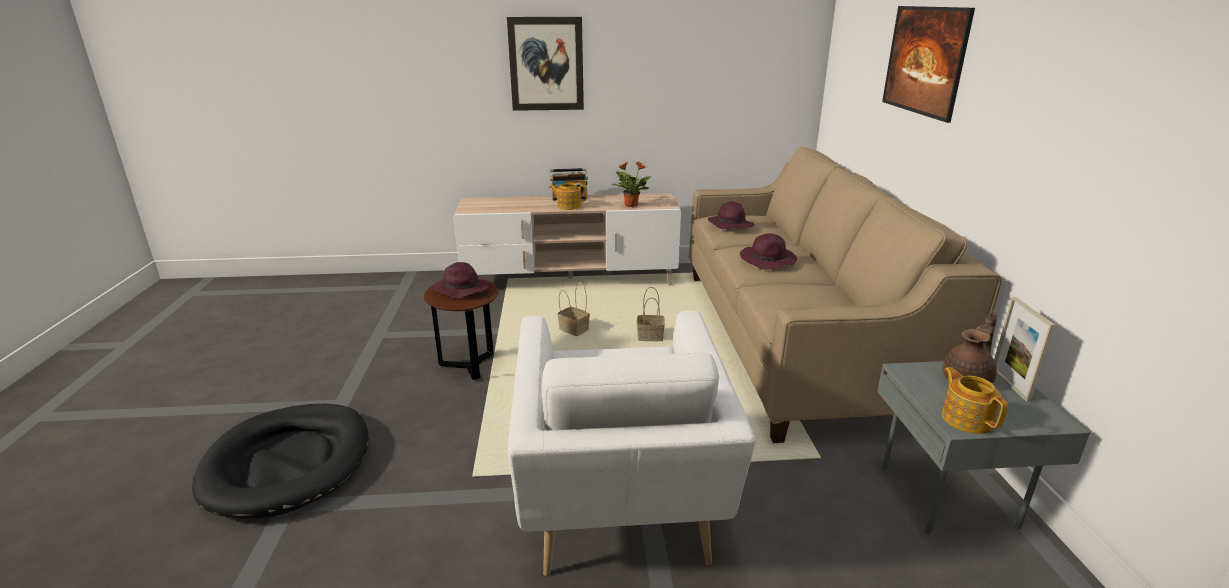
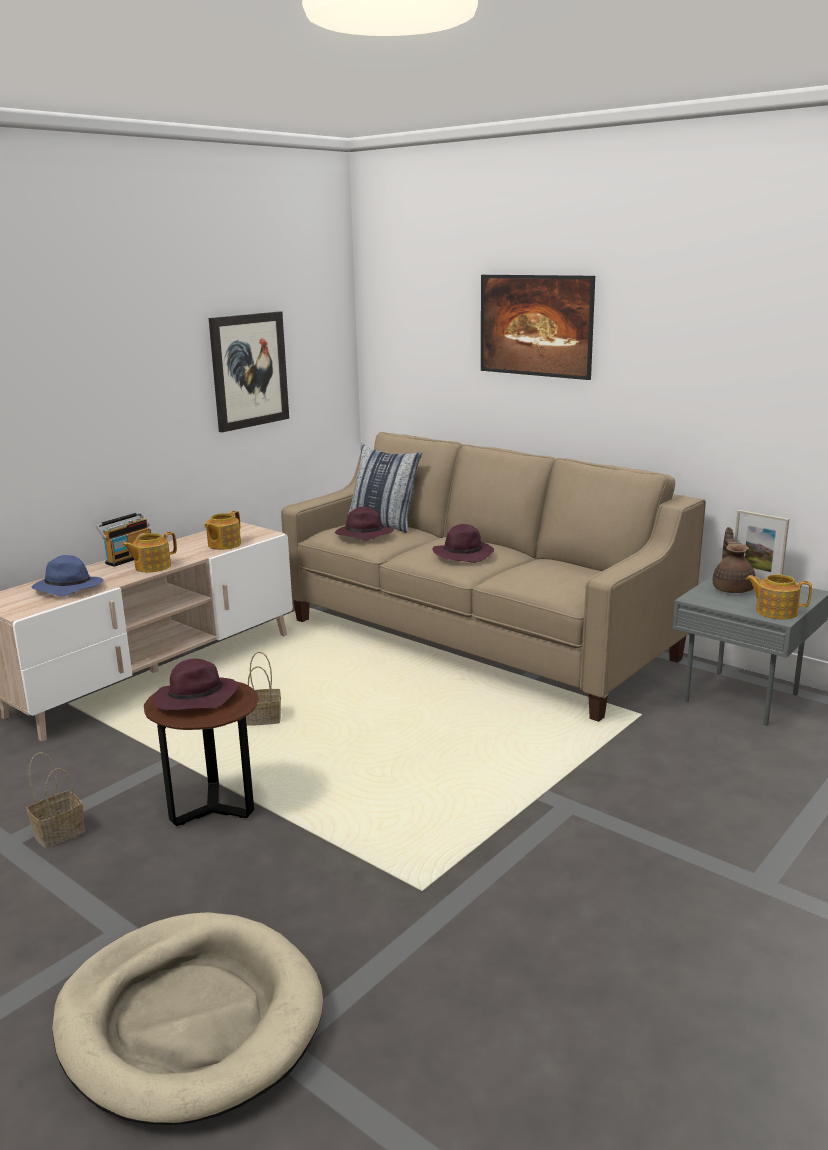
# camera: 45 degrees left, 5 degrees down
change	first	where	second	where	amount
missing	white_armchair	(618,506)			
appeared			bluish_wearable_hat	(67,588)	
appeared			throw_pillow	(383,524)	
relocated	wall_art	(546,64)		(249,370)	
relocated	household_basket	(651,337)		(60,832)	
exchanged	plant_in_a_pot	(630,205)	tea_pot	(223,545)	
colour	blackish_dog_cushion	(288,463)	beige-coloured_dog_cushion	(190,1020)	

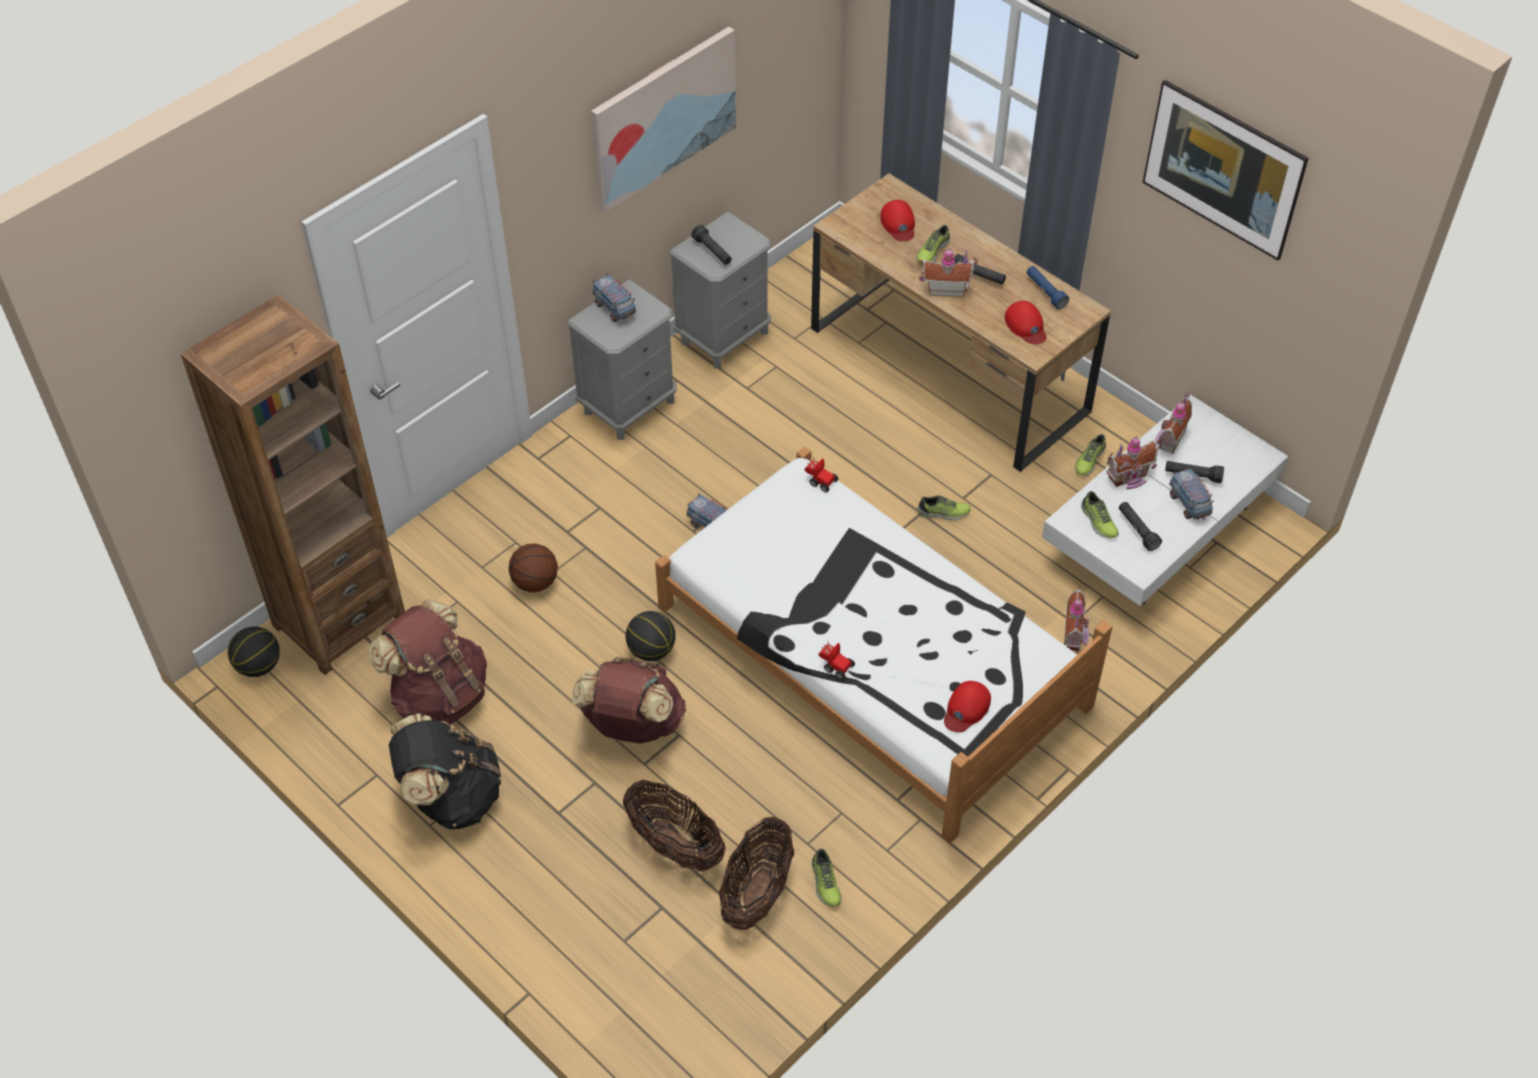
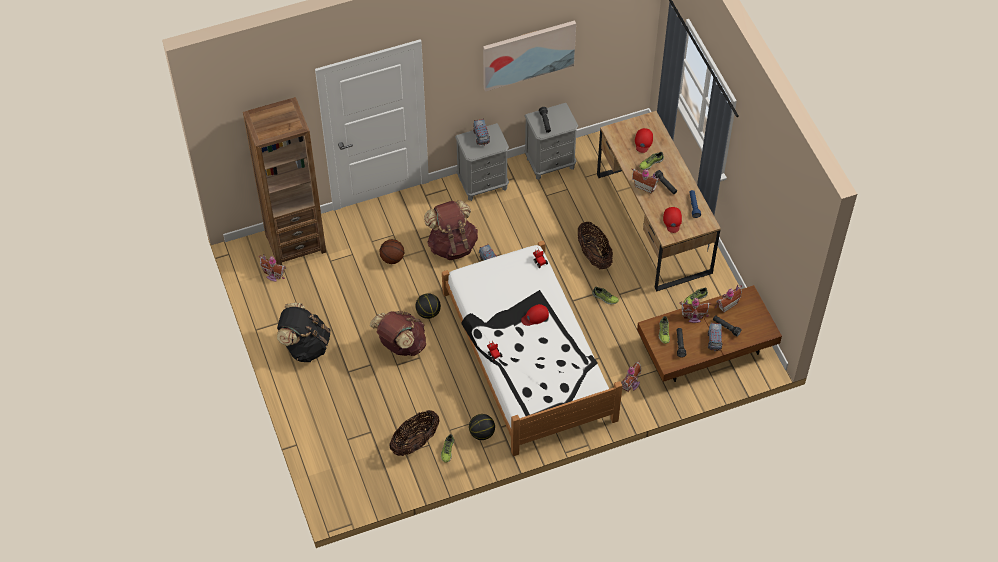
# camera: 25 degrees right, 5 degrees up
change	first	where	second	where	amount
missing	wall_art	(1217,194)			
appeared			toy_house	(273,275)	
relocated	ball_for_basketball	(259,666)		(482,433)	
relocated	brown_rucksack	(439,694)		(452,245)	
relocated	household_basket	(675,845)		(594,255)	
relocated	red_peaked_cap	(966,709)		(535,316)	
colour	white_lounge_table	(1157,529)	brown_lounge_table	(706,347)	

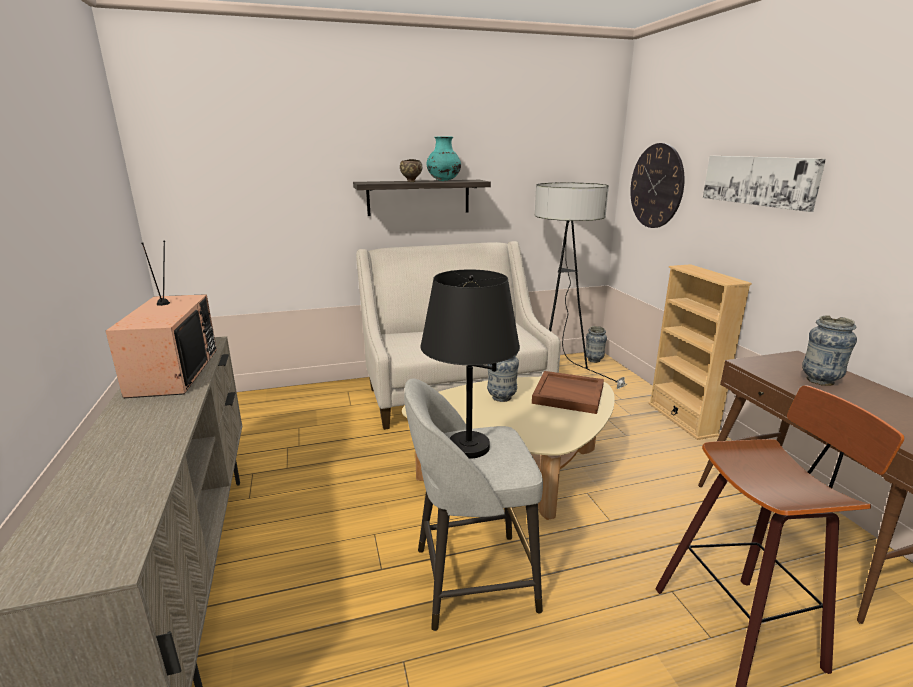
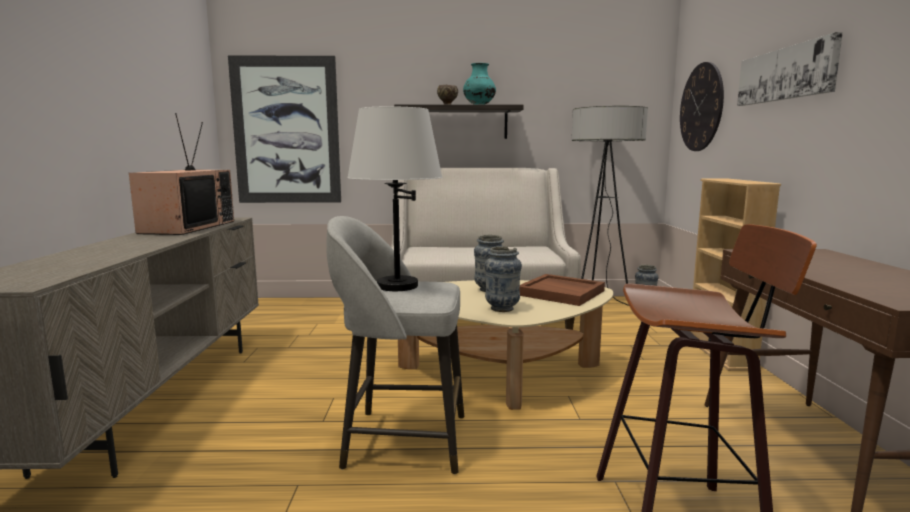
# camera: 15 degrees right, 10 degrees down
change	first	where	second	where	amount
appeared			wall_art	(286,131)	
relocated	vase	(820,381)		(502,309)	
colour	blackish_table_lamp	(468,447)	white_table_lamp	(396,286)	

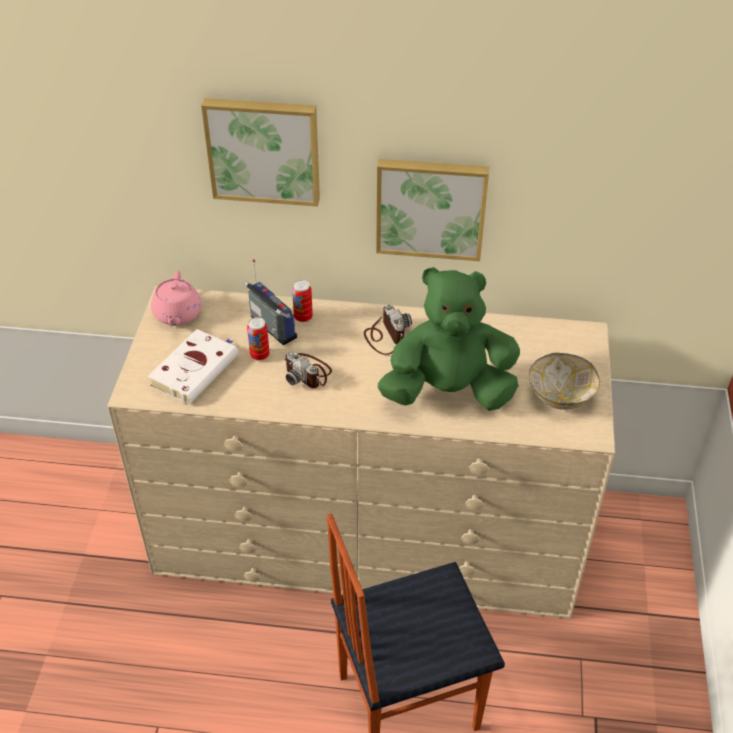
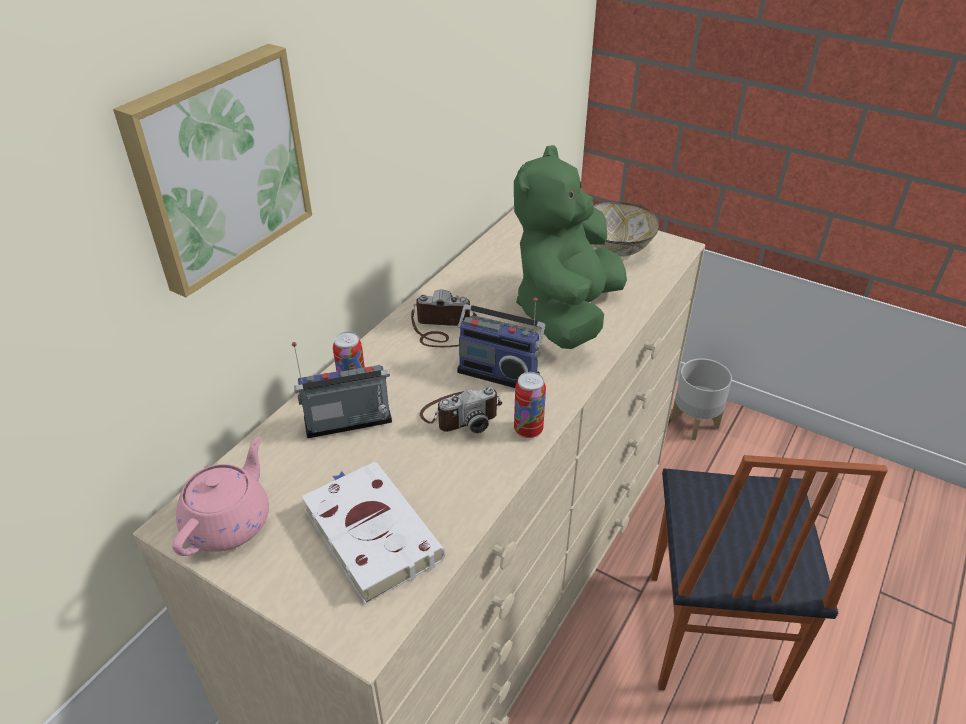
# camera: 65 degrees left, 5 degrees down
change	first	where	second	where	amount
missing	wall_art	(431,207)			
appeared			radio_receiver	(499,371)	
appeared			greyish_plant_pot	(695,423)	
relocated	can	(260,355)		(528,430)	
spun	pink-coloured_tea_pot	(177,314)		(229,522)	90 degrees counterclockwise

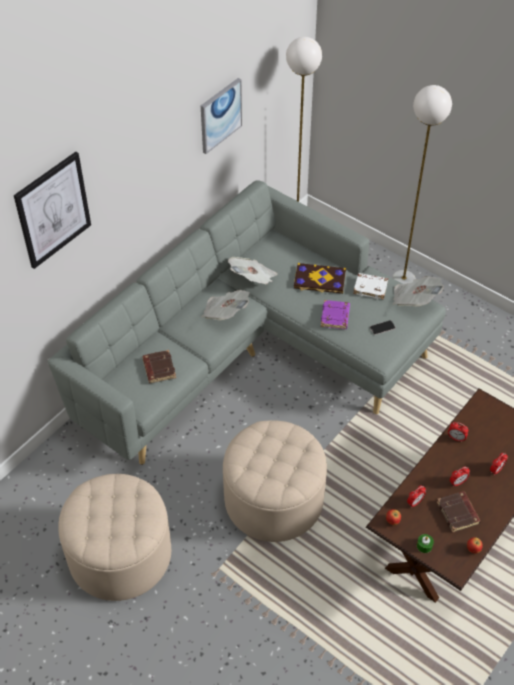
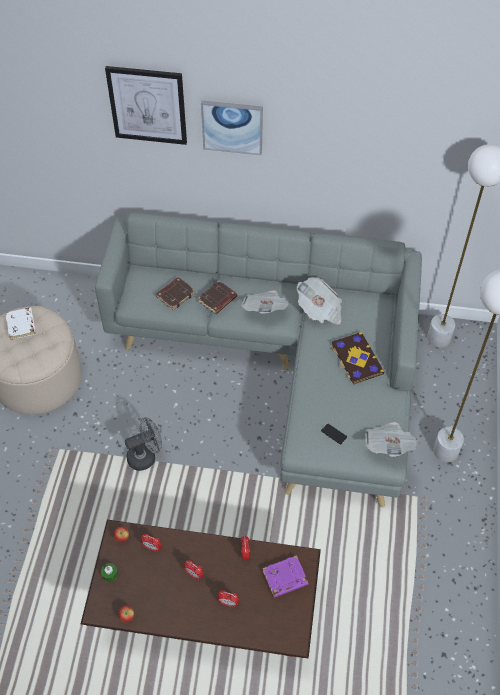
# camera: 60 degrees right, 5 degrees up
change	first	where	second	where	amount
relocated	wall_art	(220,115)		(232,127)	
relocated	purple_volume	(335,317)		(285,578)	
relocated	white_volume	(371,287)		(22,325)	
relocated	brown_volume	(458,513)		(217,300)	
exchanged	beige-coloured_footrest	(273,499)	greyish_cooling_fan	(146,456)	

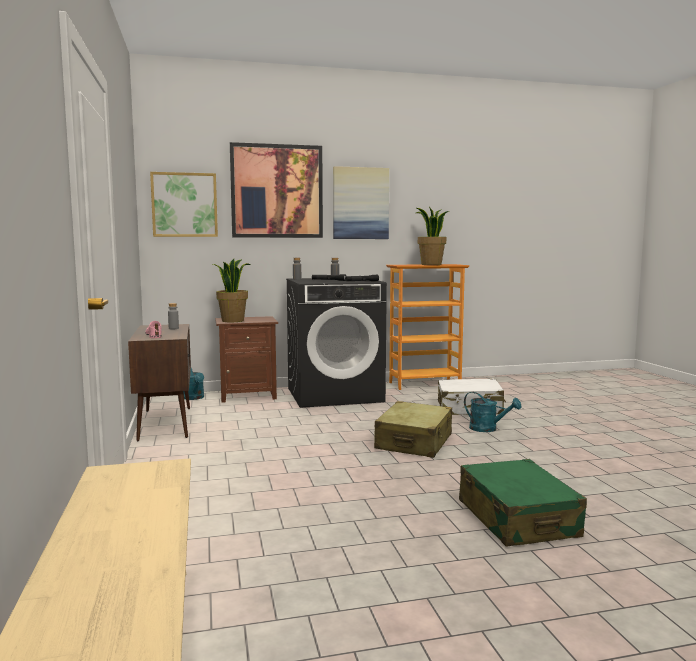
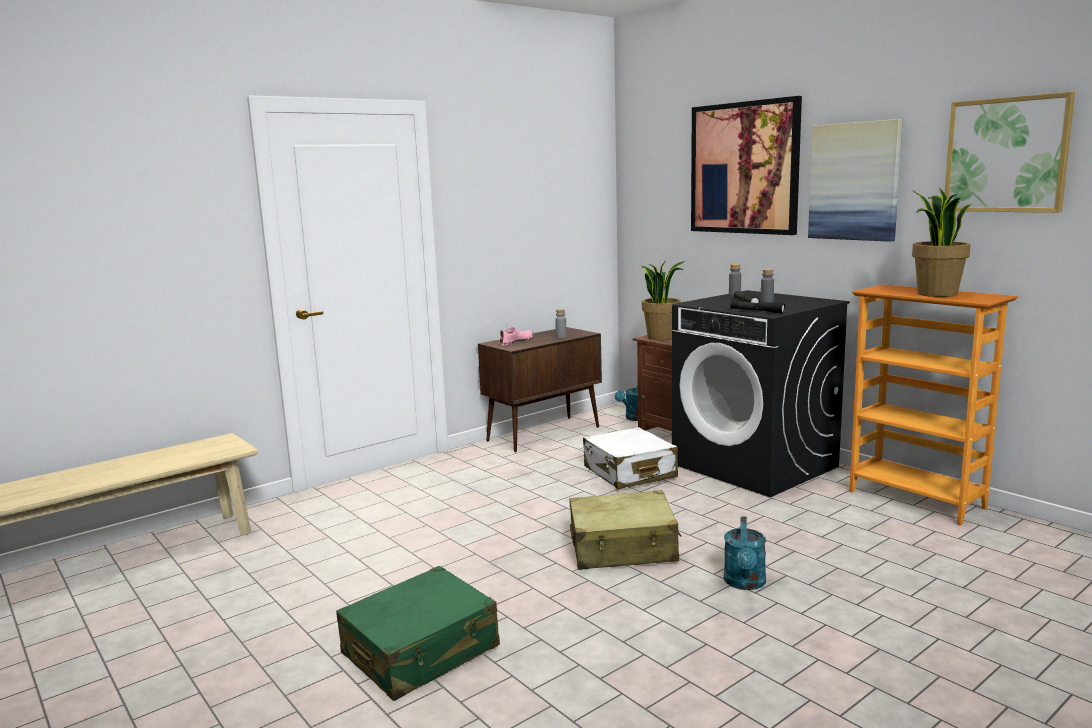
# camera: 65 degrees right, 5 degrees up
change	first	where	second	where	amount
relocated	wall_art	(184,205)		(1006,155)	
relocated	white_piece_of_luggage	(469,408)		(629,473)	

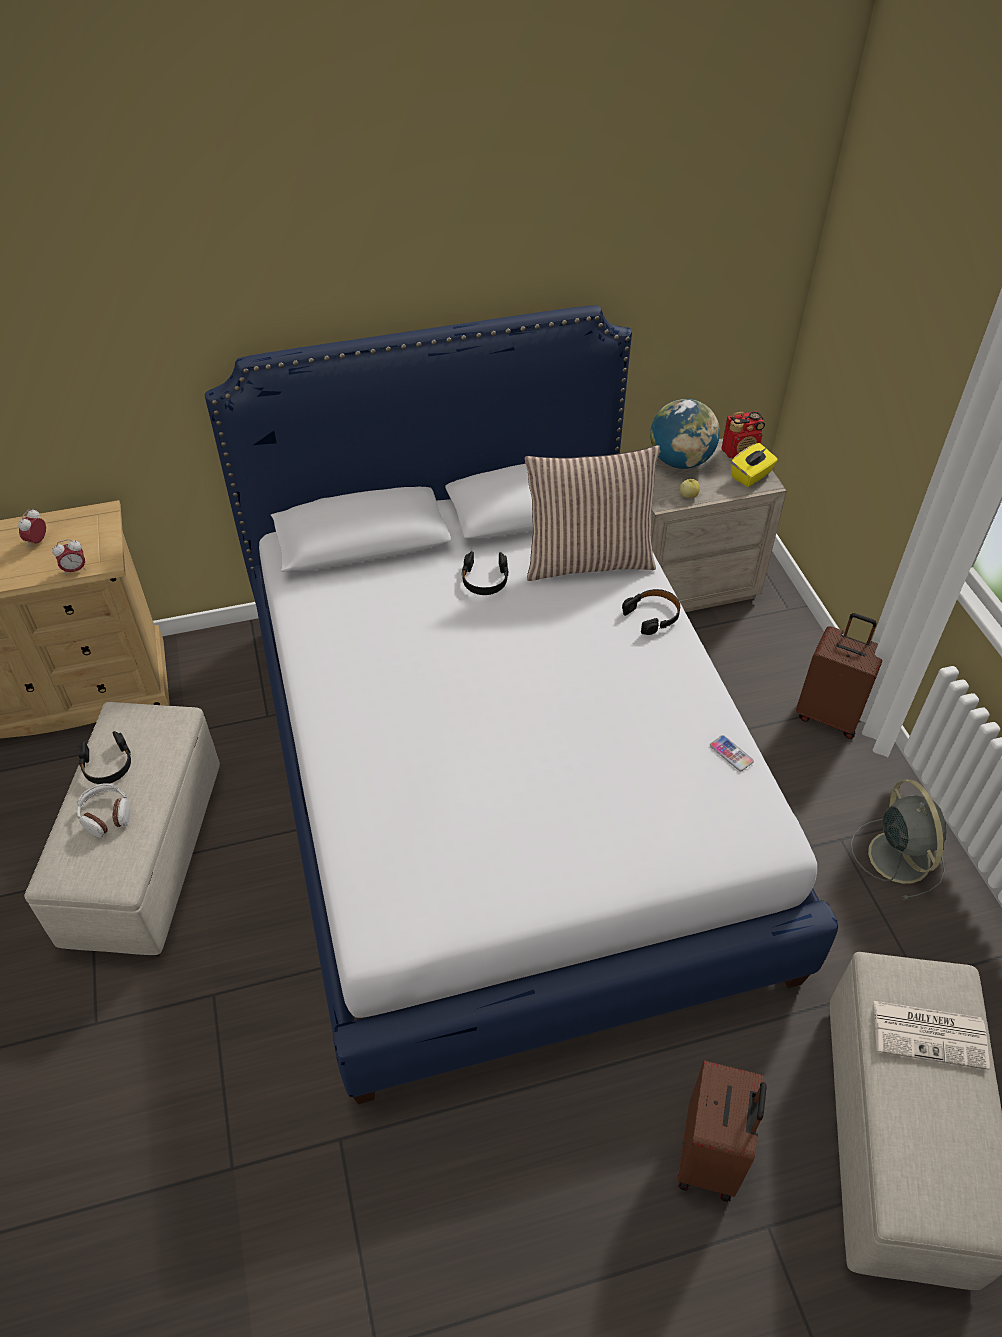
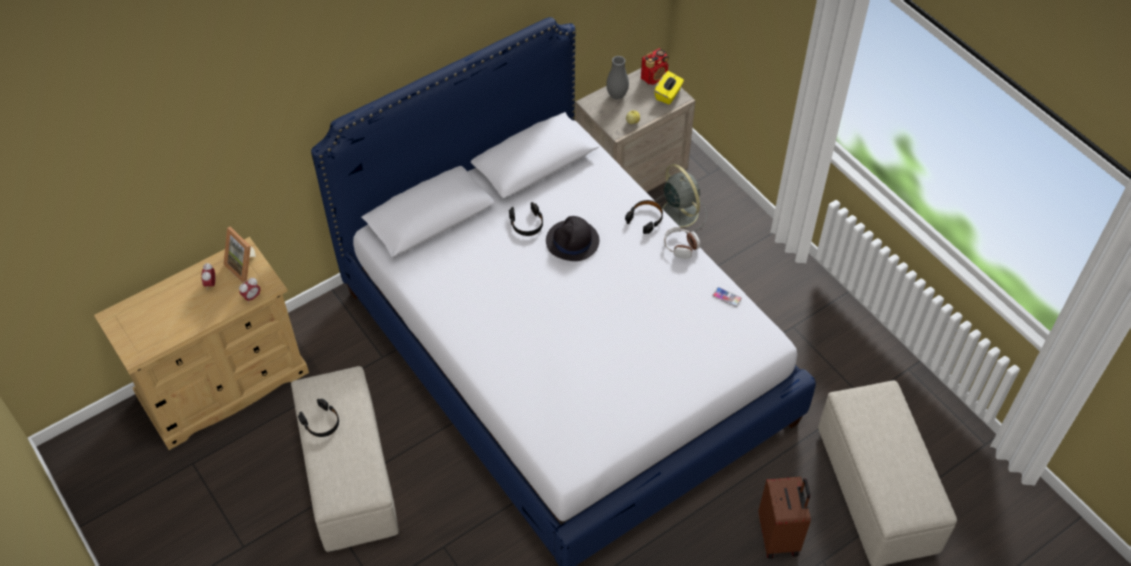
# camera: 20 degrees left, 5 degrees up
change	first	where	second	where	amount
missing	throw_pillow	(588,560)			
missing	brown_piece_of_luggage	(829,714)			
missing	printed_paper	(931,1034)			
appeared			picture_frame	(245,266)	
appeared			blackish_wearable_hat	(572,241)	
relocated	pair_of_headphones	(106,815)		(680,246)	
relocated	greyish_cooling_fan	(897,854)		(678,212)	
exchanged	world_globe	(680,461)	greyish_vase	(617,95)	

